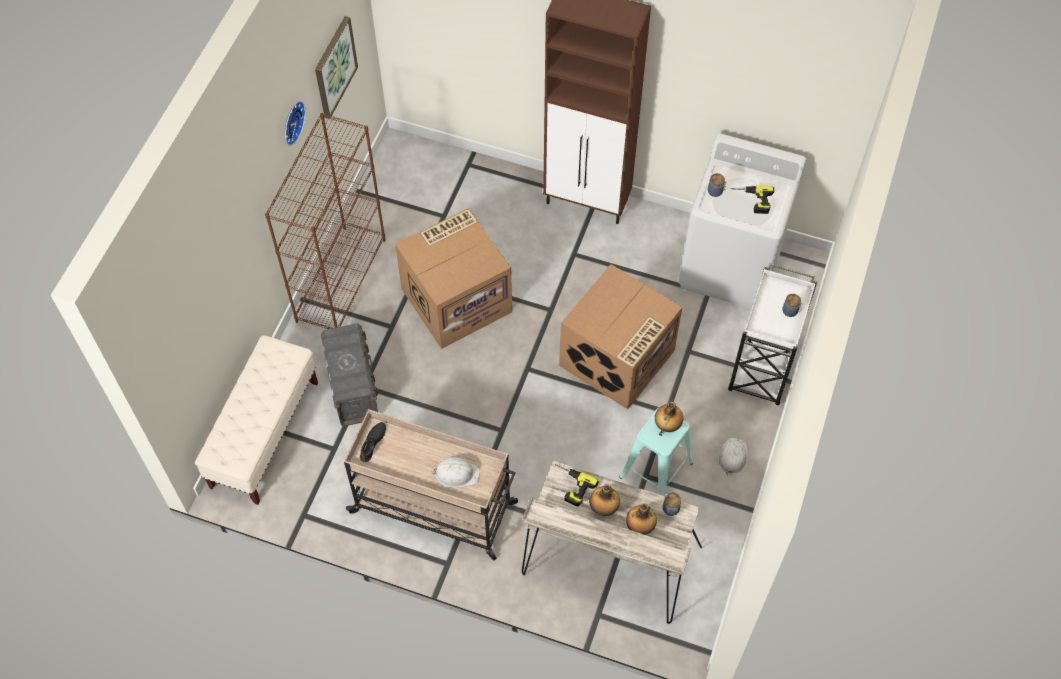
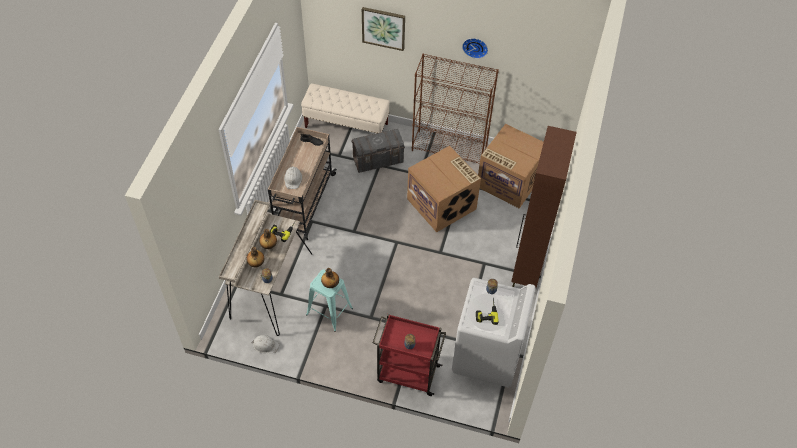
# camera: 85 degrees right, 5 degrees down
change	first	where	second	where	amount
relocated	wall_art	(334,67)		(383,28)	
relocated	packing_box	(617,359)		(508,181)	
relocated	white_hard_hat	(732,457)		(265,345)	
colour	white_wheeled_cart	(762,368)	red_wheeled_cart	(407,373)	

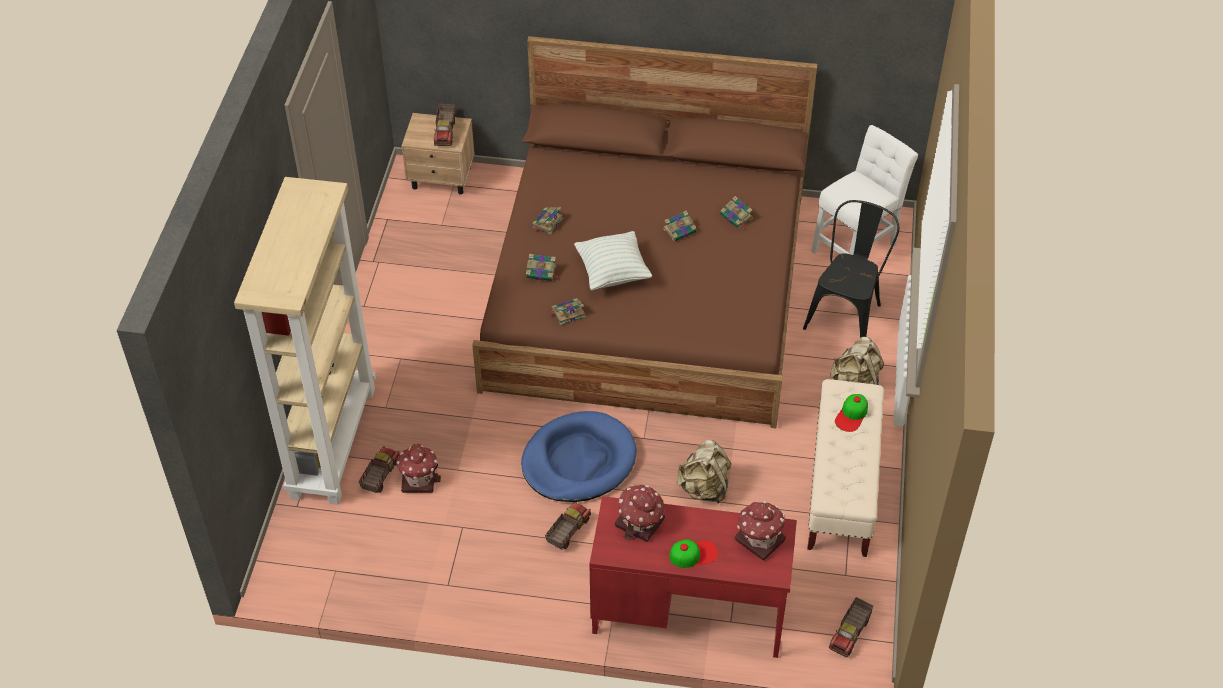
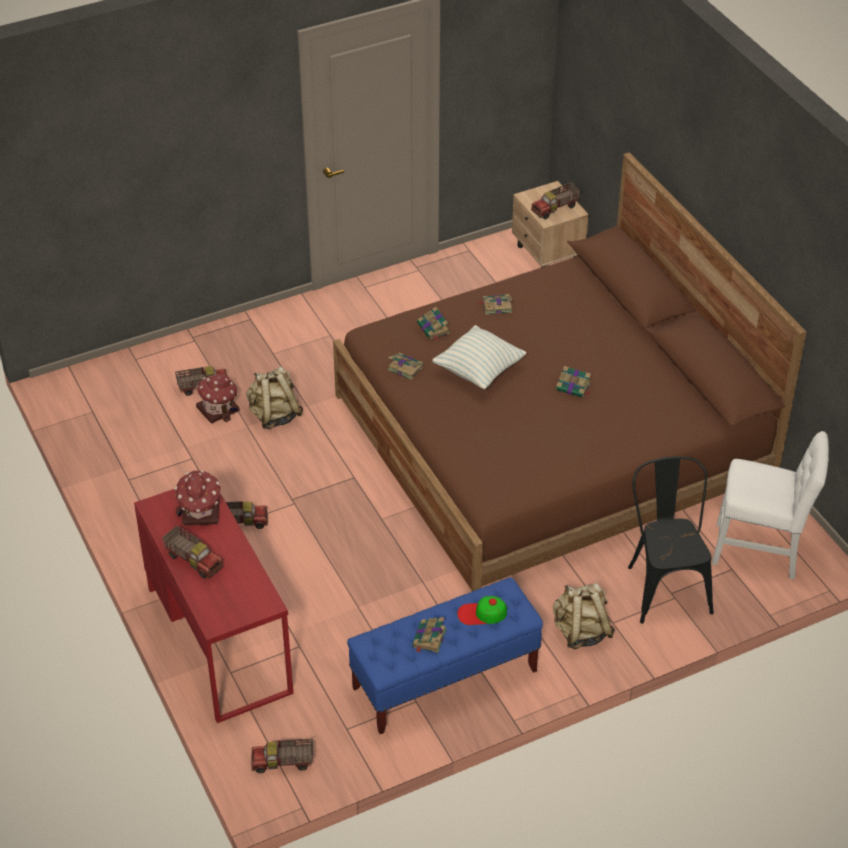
# camera: 55 degrees right, 5 degrees down
change	first	where	second	where	amount
missing	beige-coloured_shelving_unit	(332,441)			
missing	bluish_dog_cushion	(578,461)			
missing	toy_house	(759,539)			
relocated	beige-coloured_rucksack	(704,488)		(274,416)	
relocated	volume	(737,217)		(429,639)	
exchanged	peaked_cap	(693,554)	toy_lorry	(194,560)	
colour	beige-coloured_bench	(841,489)	bluish_bench	(444,680)	
spun	blackish_upright_chair	(847,313)		(665,584)	90 degrees counterclockwise

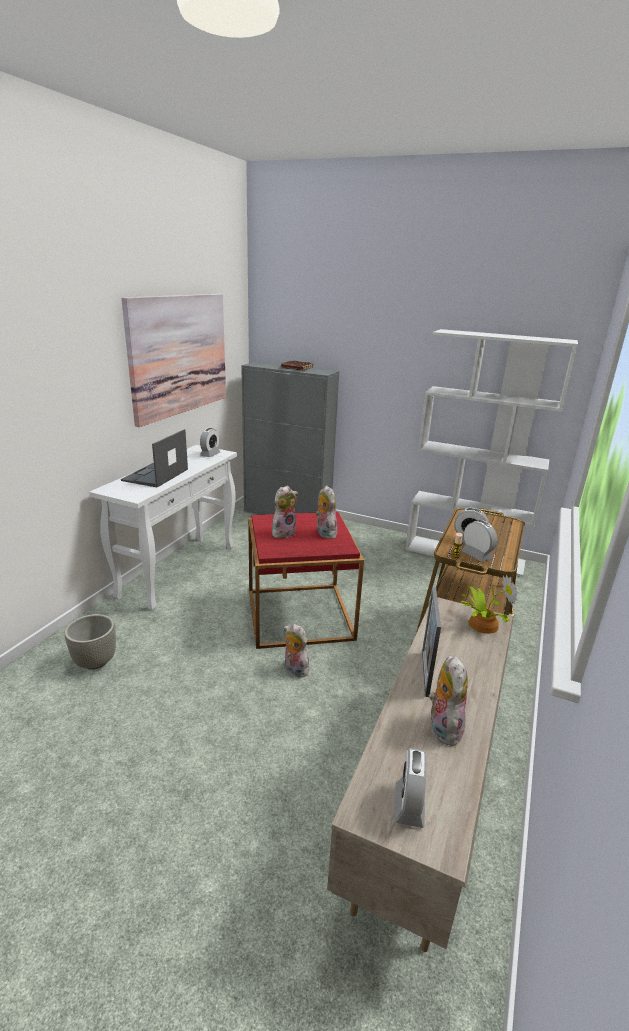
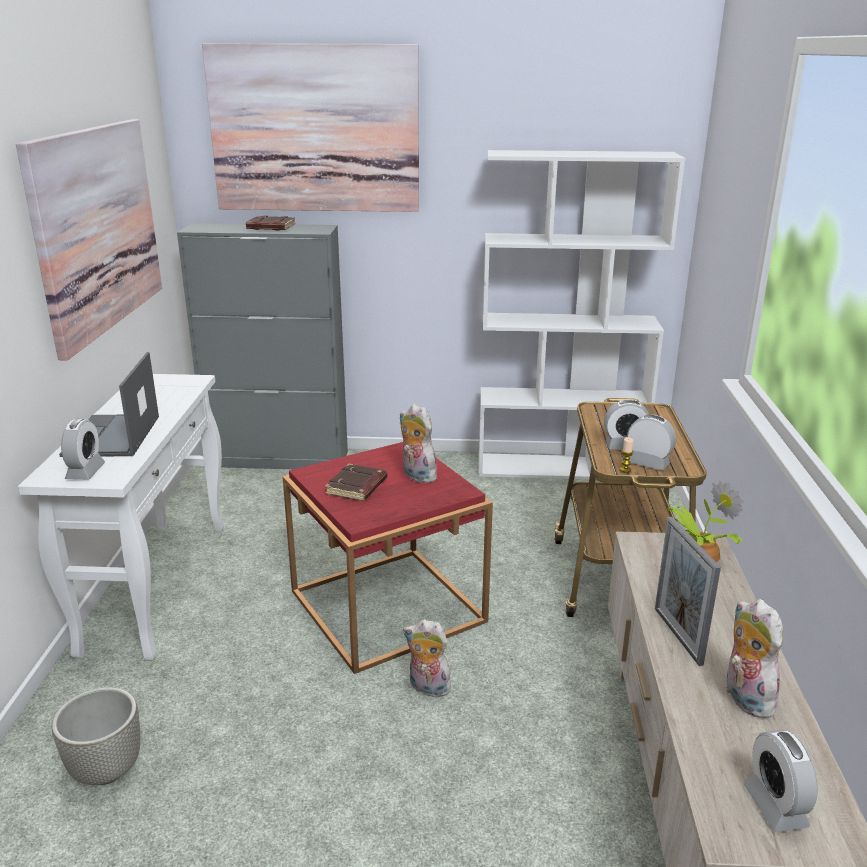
# camera: 20 degrees left, 0 degrees up
change	first	where	second	where	amount
appeared			wall_art	(315,129)	
relocated	alarm_clock	(210,454)		(85,471)	
exchanged	plush_toy	(283,532)	brown_volume	(357,487)	

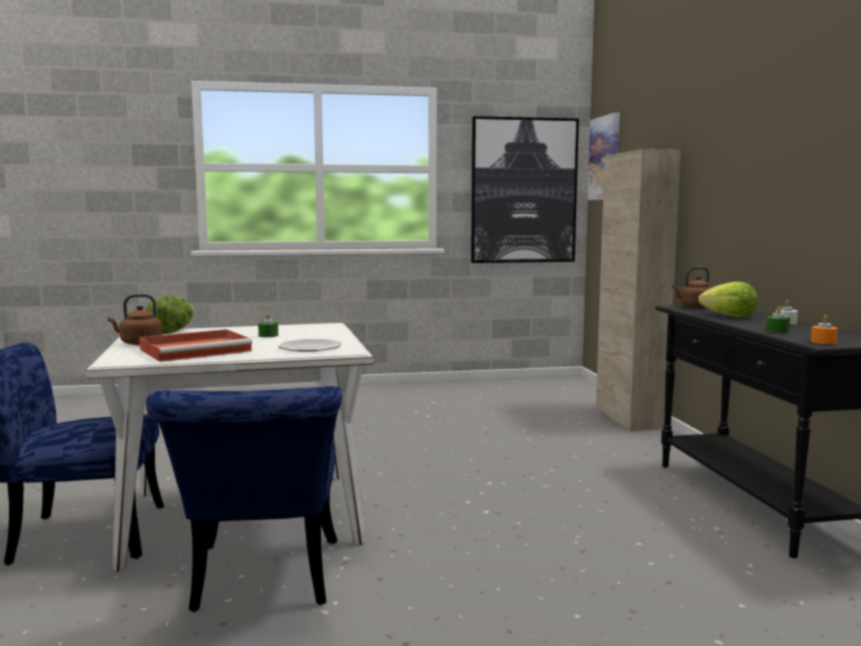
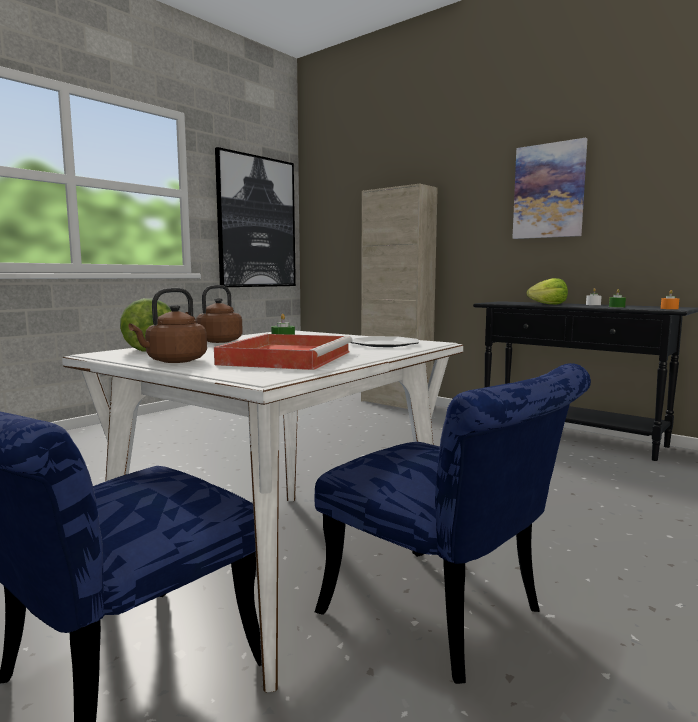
# camera: 40 degrees left, 0 degrees up
change	first	where	second	where	amount
relocated	wall_art	(605,158)		(549,191)	
relocated	brown_kettle	(694,307)		(217,341)	

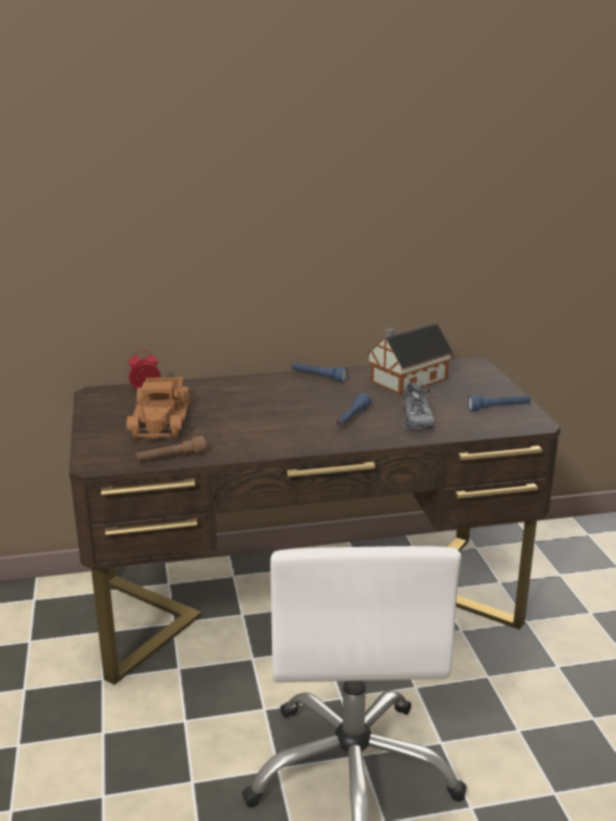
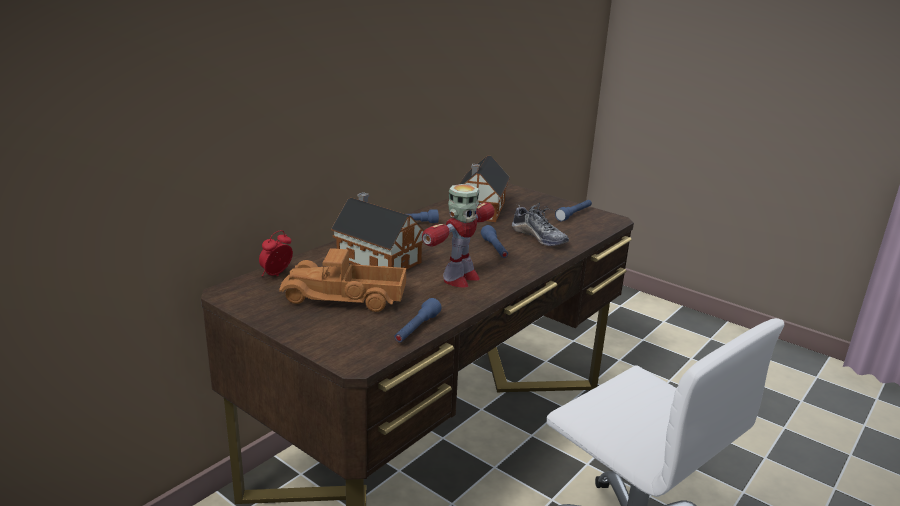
# camera: 40 degrees left, 0 degrees up
change	first	where	second	where	amount
appeared			toy_house	(376,259)	
appeared			model_robot	(459,279)	
colour	brown_torch	(171,458)	bluish_torch	(416,329)	
spun	toy_lorry	(162,420)		(344,297)	135 degrees clockwise

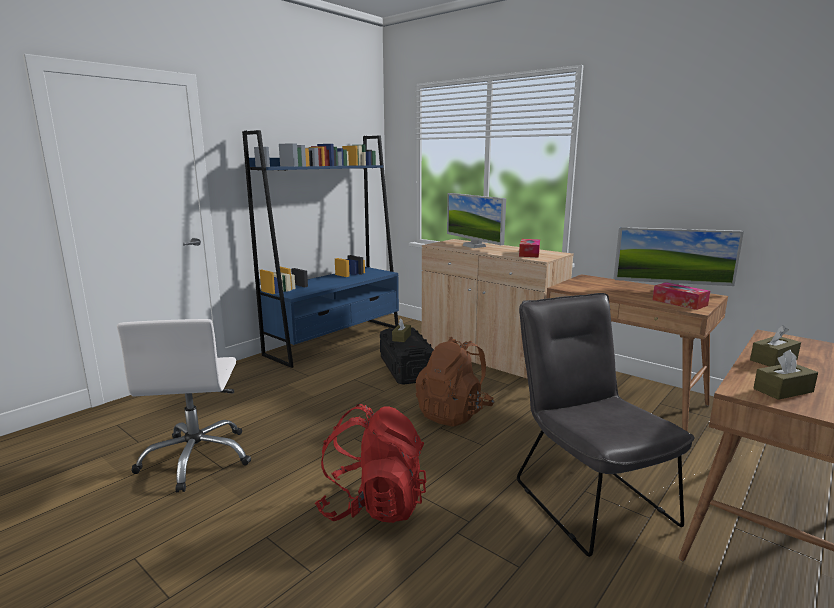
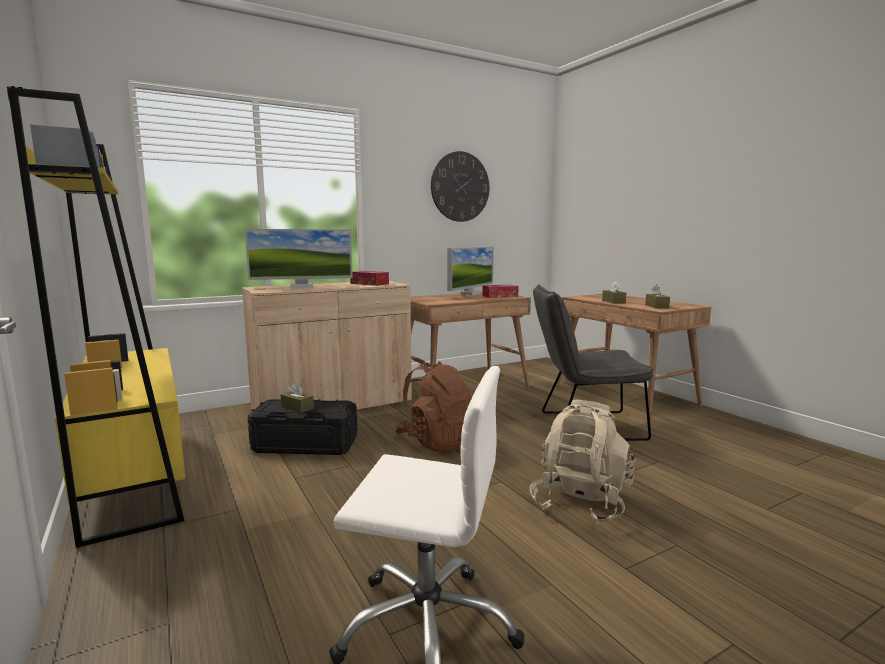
# camera: 70 degrees left, 5 degrees down
change	first	where	second	where	amount
appeared			hanging_clock	(460,187)	
colour	bluish_shelving_unit	(335,341)	yellow_shelving_unit	(135,474)	
colour	red_rucksack	(373,505)	beige-coloured_rucksack	(580,502)	

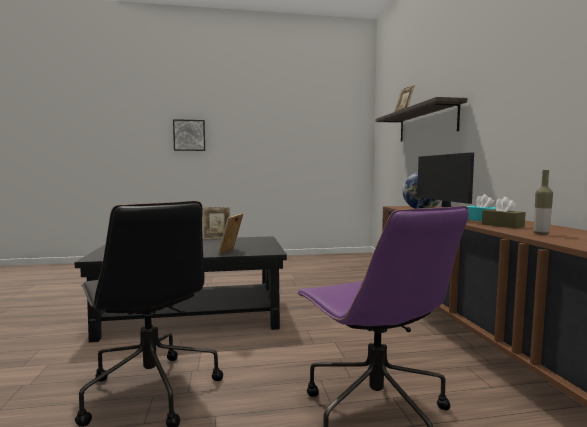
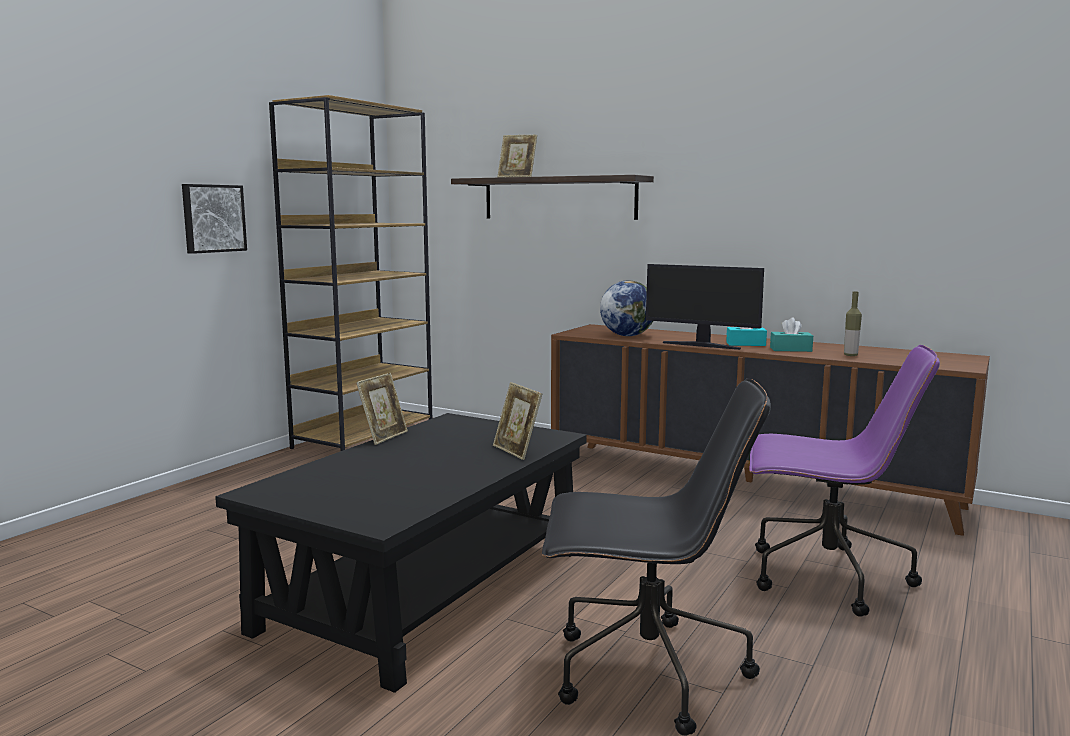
# camera: 50 degrees left, 5 degrees up
change	first	where	second	where	amount
appeared			brown_shelving_unit	(364,436)	
relocated	wall_art	(189,135)		(213,218)	
colour	brown_tissue_holder	(502,225)	blue-green_tissue_holder	(790,349)	

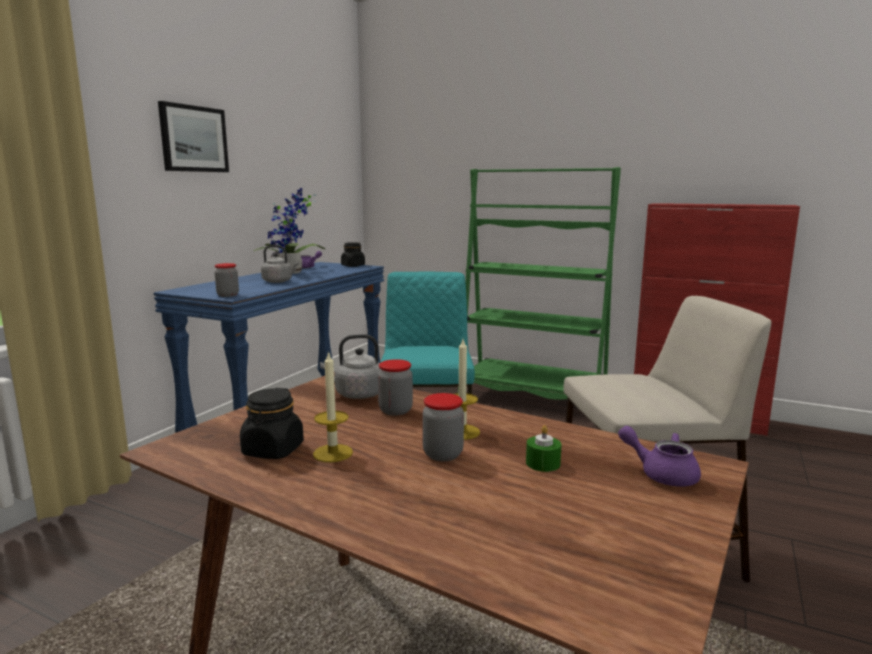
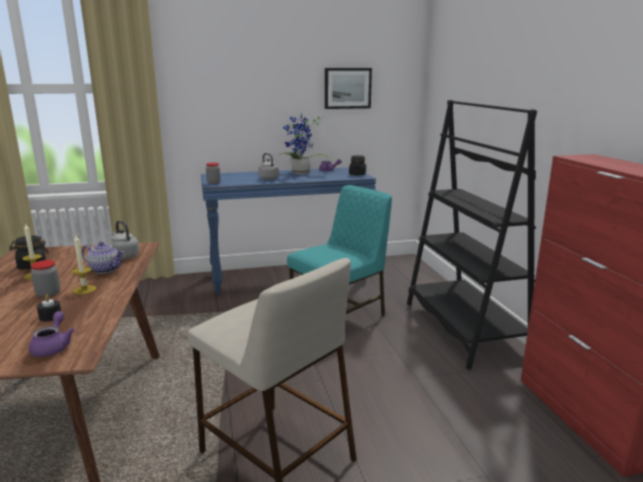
# camera: 50 degrees right, 5 degrees up
change	first	where	second	where	amount
relocated	wall_art	(193,139)		(347,88)	
exchanged	preserve_jar	(395,410)	tea_pot	(105,269)	
colour	green_shelving_unit	(532,398)	blackish_shelving_unit	(463,328)	
colour	green_wax_light	(543,463)	blackish_wax_light	(50,316)	

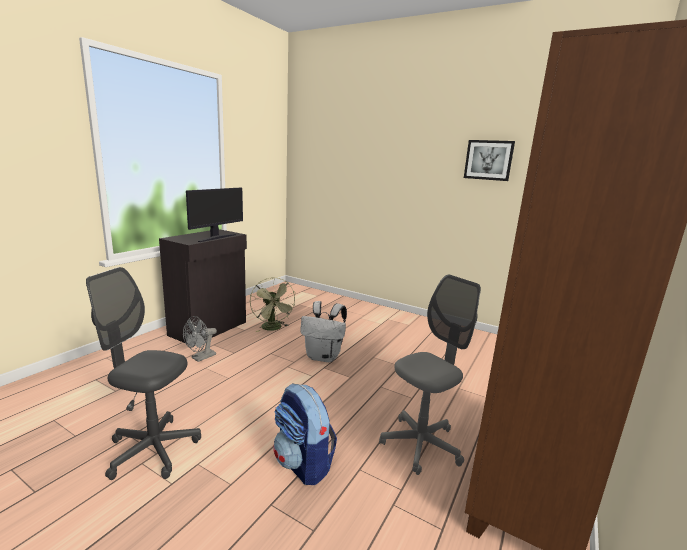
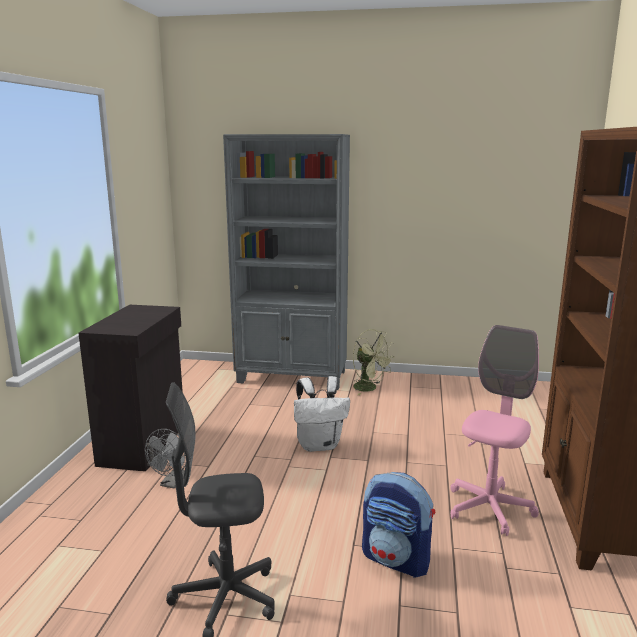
# camera: 20 degrees left, 0 degrees up
change	first	where	second	where	amount
missing	computer_display	(216,238)			
missing	wall_art	(488,160)			
appeared			greyish_shelving_unit	(292,377)	
relocated	green_cooling_fan	(273,328)		(369,388)	
colour	greyish_desk_chair	(421,445)	pink-coloured_desk_chair	(489,508)	

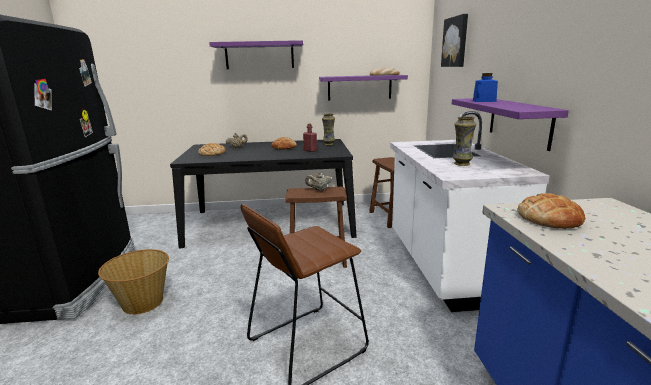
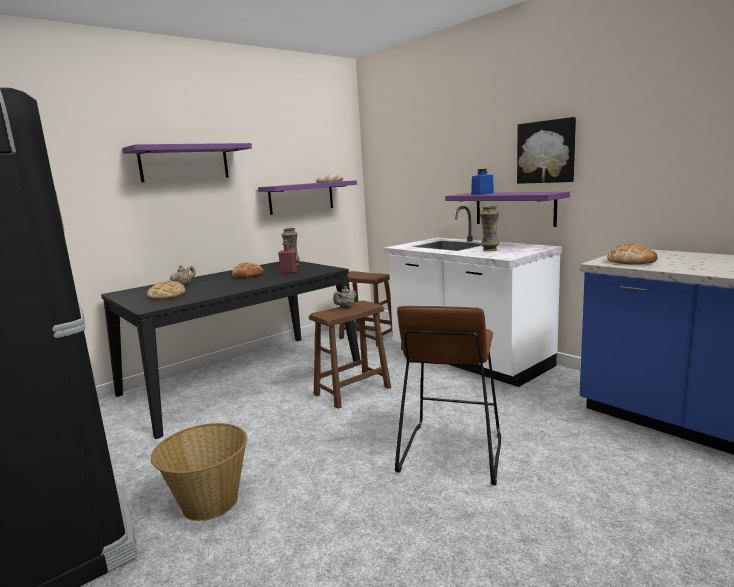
# camera: 35 degrees left, 5 degrees down
change	first	where	second	where	amount
relocated	wall_art	(455,42)		(546,152)	

